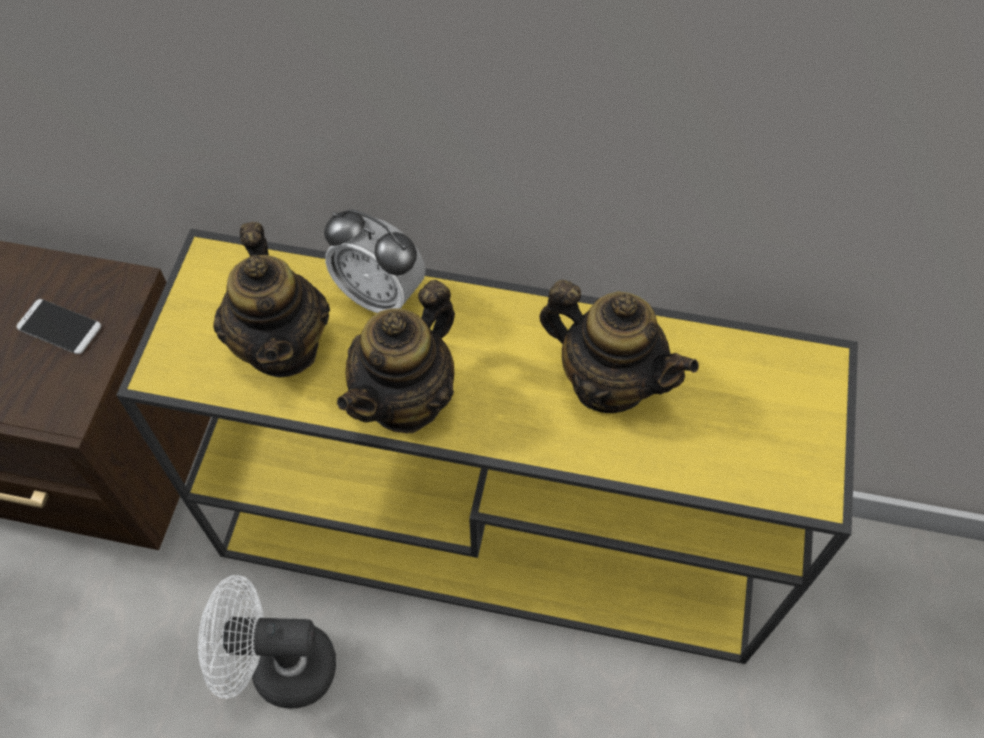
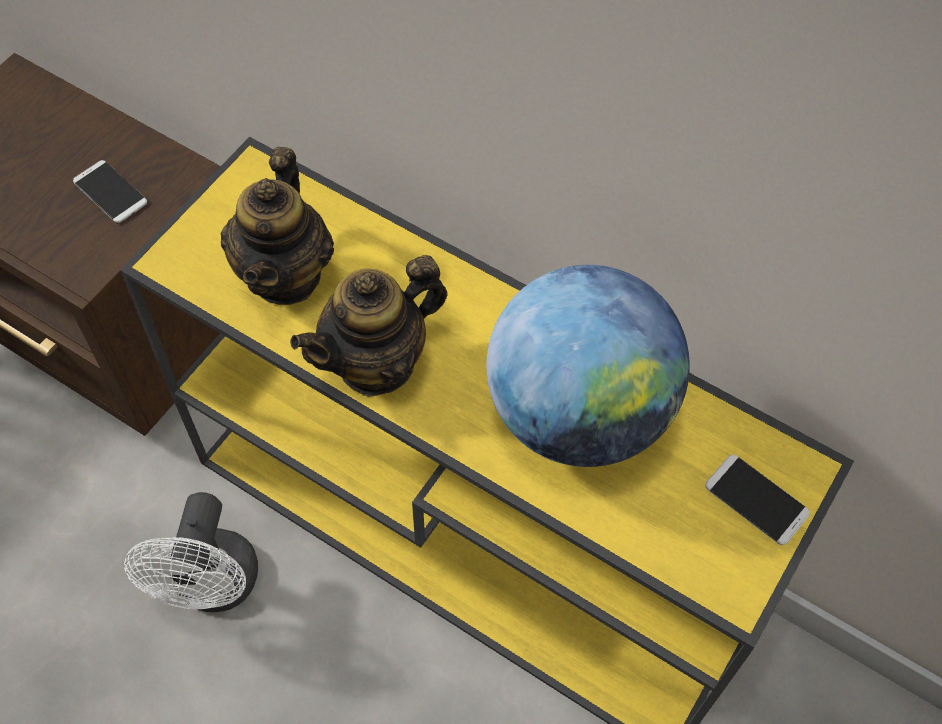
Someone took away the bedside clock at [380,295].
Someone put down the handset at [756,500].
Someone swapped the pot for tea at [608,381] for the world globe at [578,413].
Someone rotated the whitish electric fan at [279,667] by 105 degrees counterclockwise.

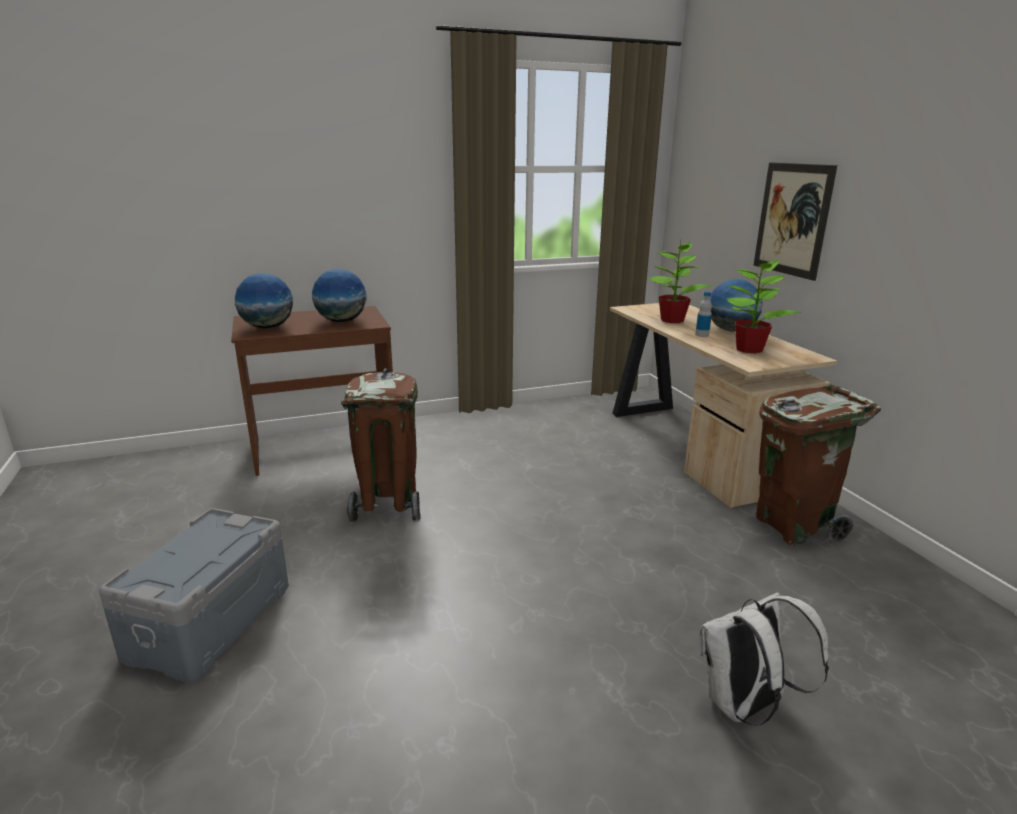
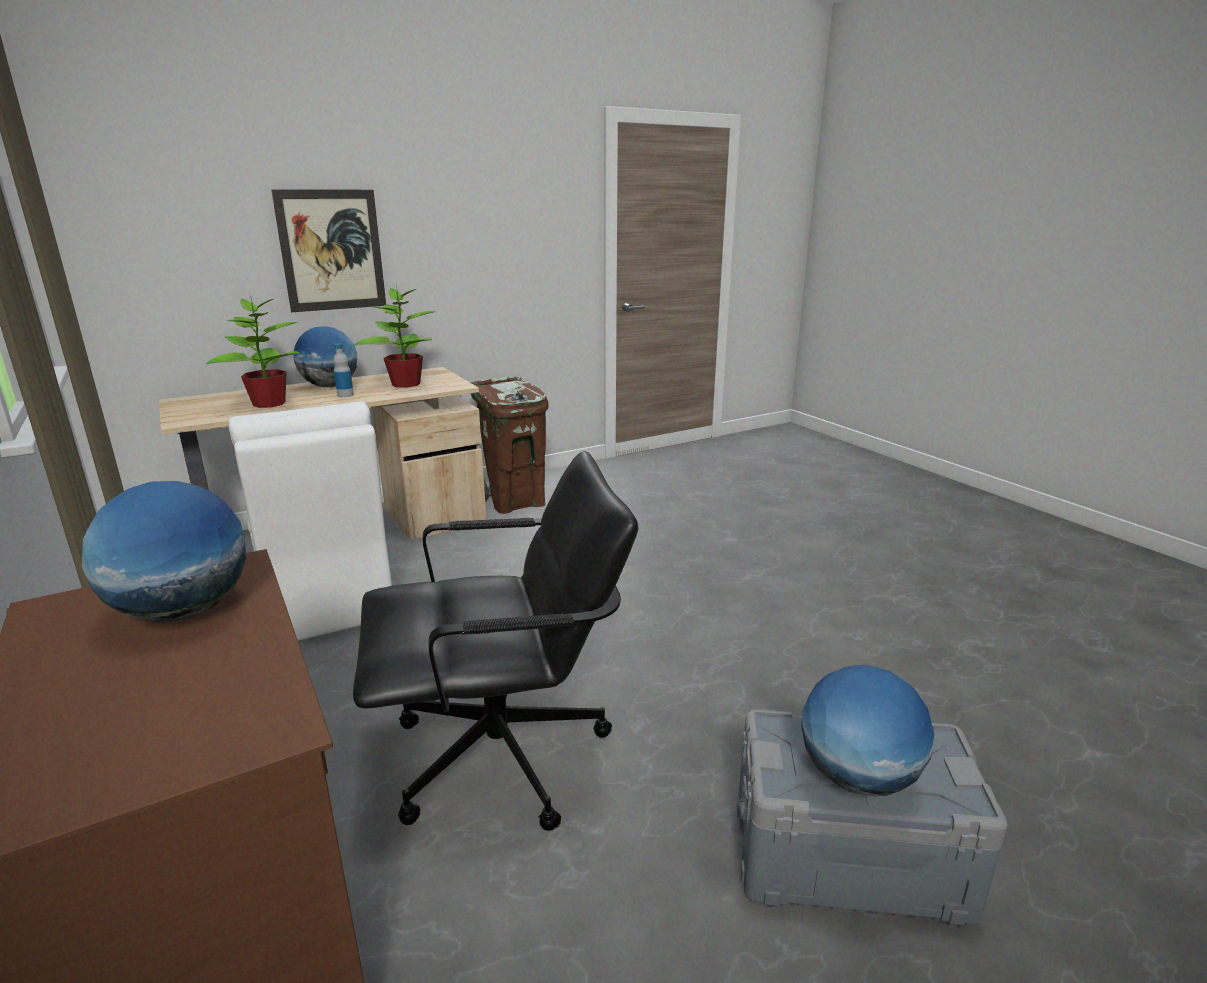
Someone took away the whitish knapsack at [745,706].
Someone put down the whitish upright chair at [327,601].
Someone carried the world globe from [268,327] to [857,777].
Someone swapped the brown trash can at [388,505] for the black computer chair at [503,756].

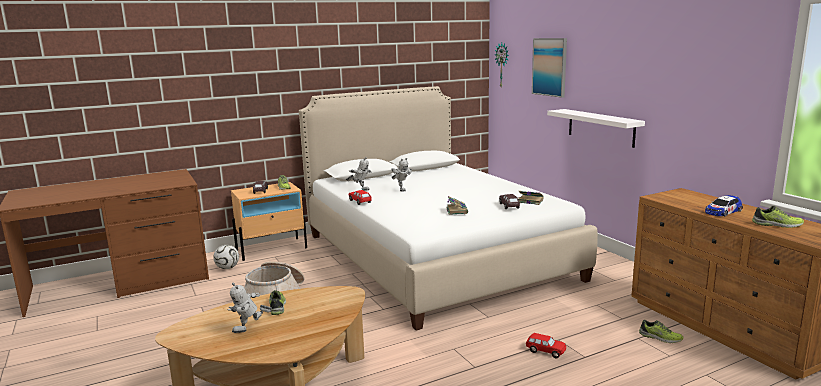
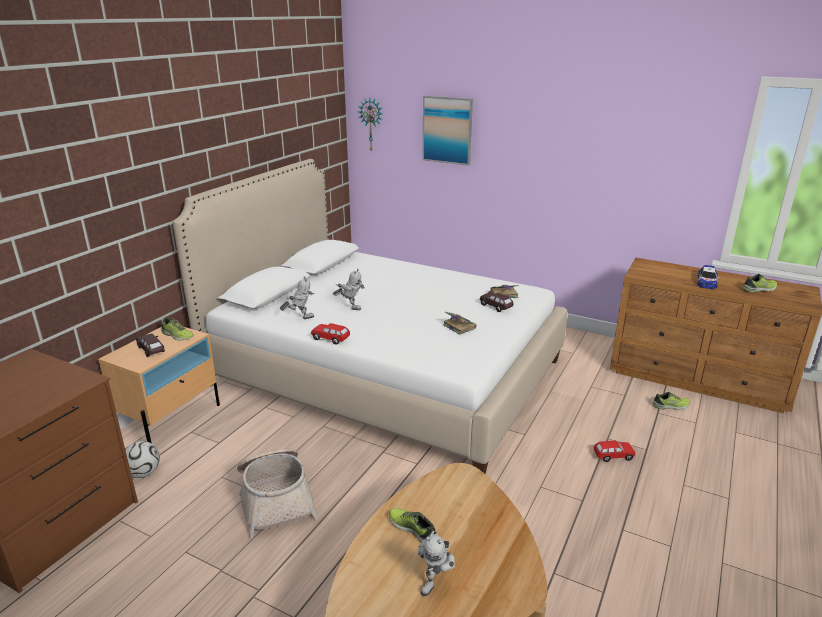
Someone took away the whitish wall shelf at [600,127].

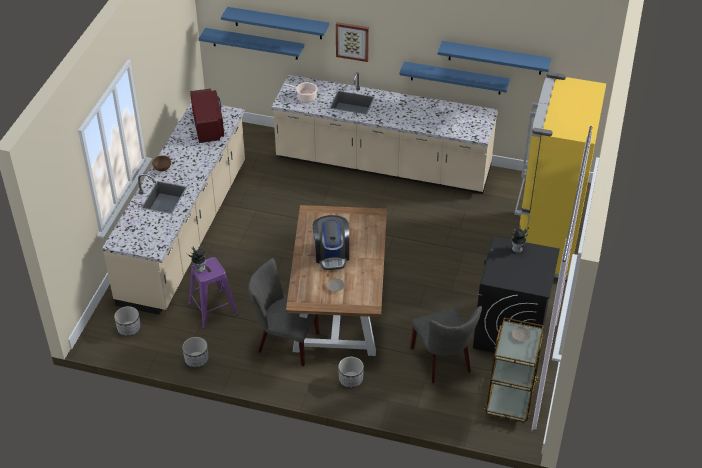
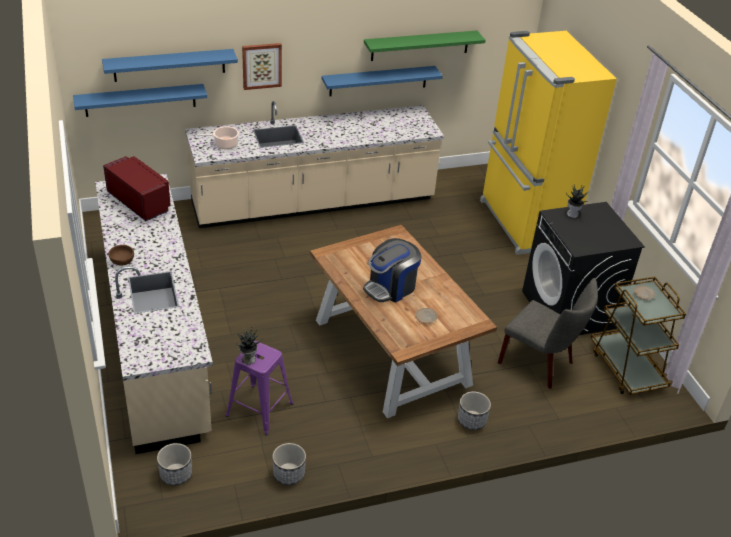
Someone took away the grey upright chair at [284,342].
Someone repainted the bluish wall shelf at [495,58], which became the green-coloured wall shelf at [420,45].
Someone rotated the coffee maker at [331,255] by 90 degrees clockwise.

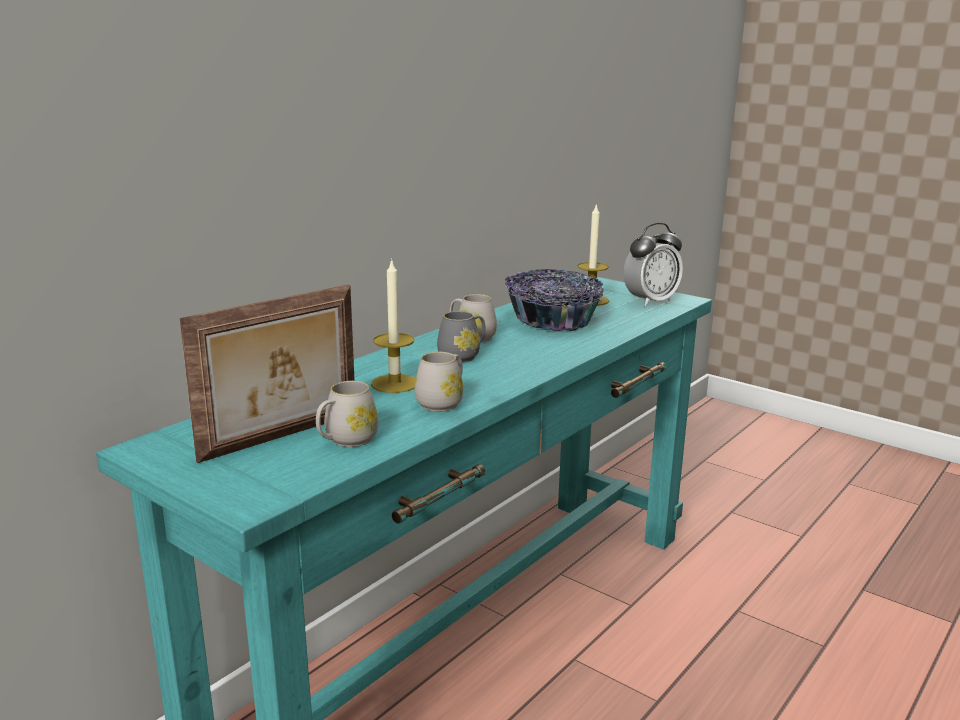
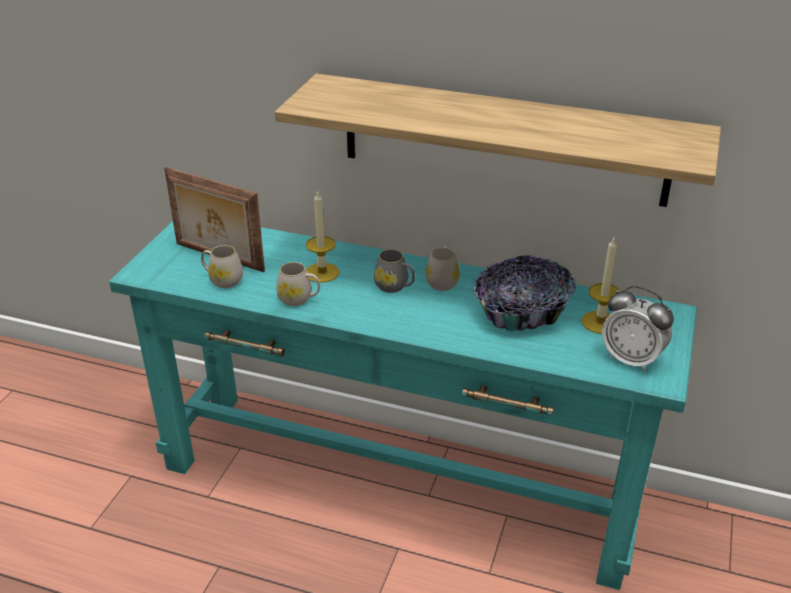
Someone put up the wall shelf at [503,140].

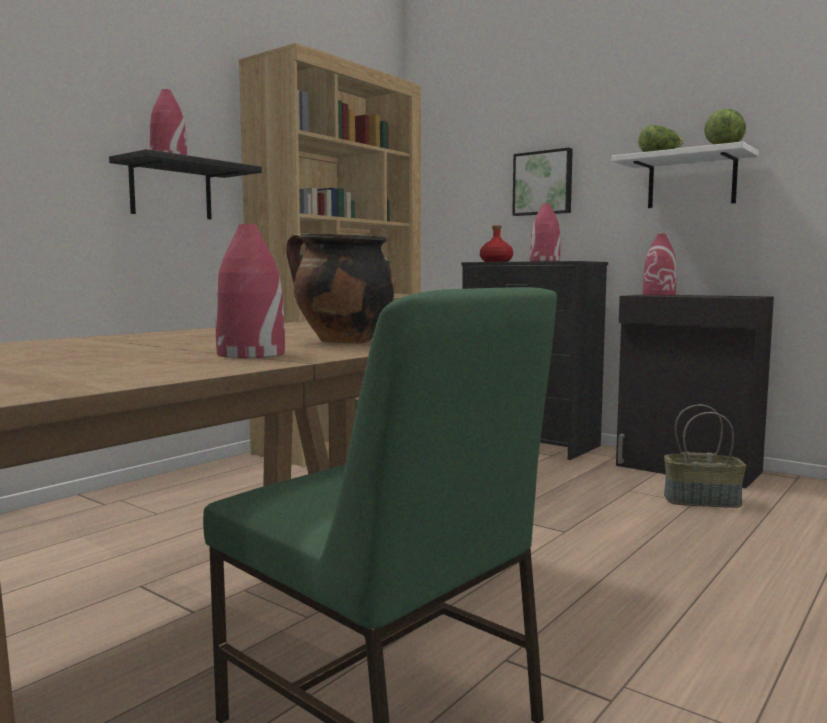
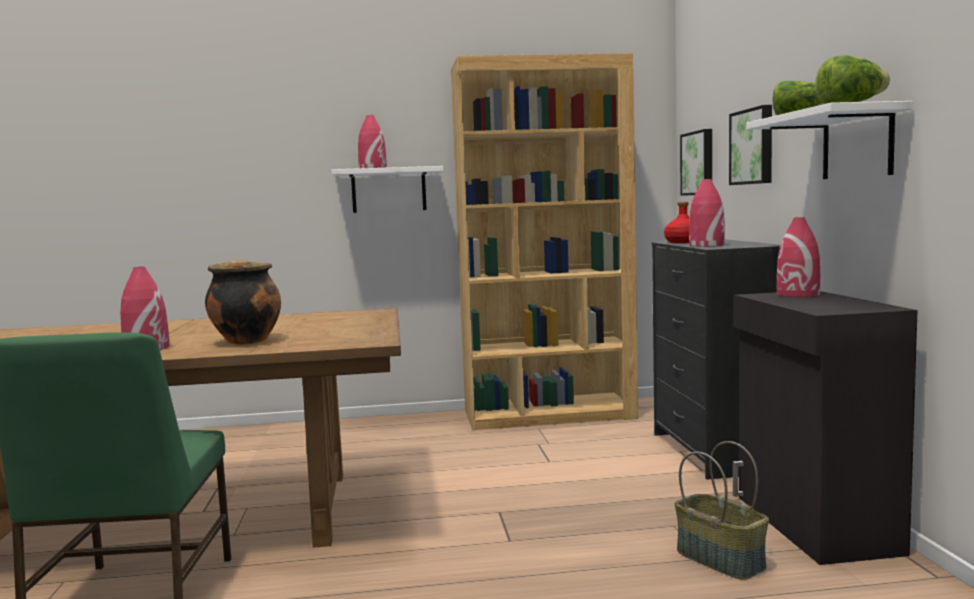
Someone put up the picture at [699,163].
Someone repainted the black wall shelf at [171,190], which became the whitish wall shelf at [389,190].

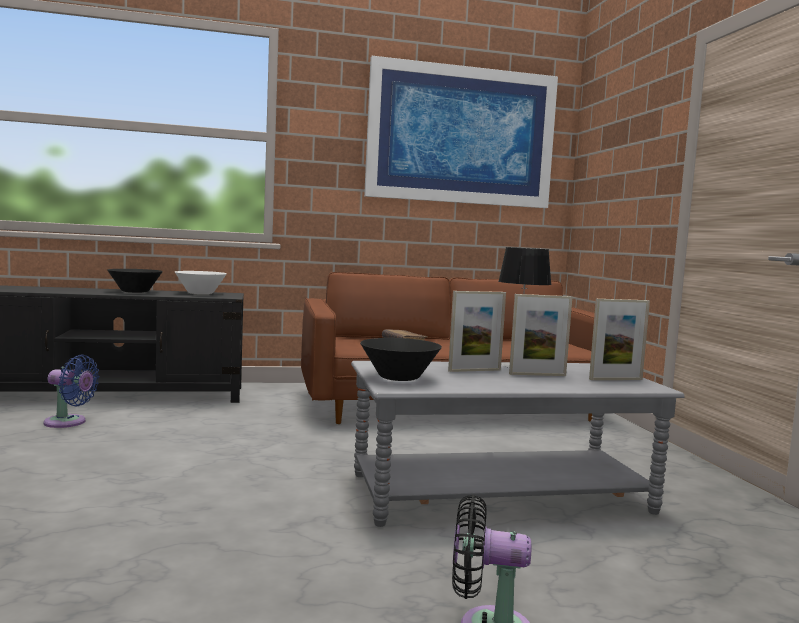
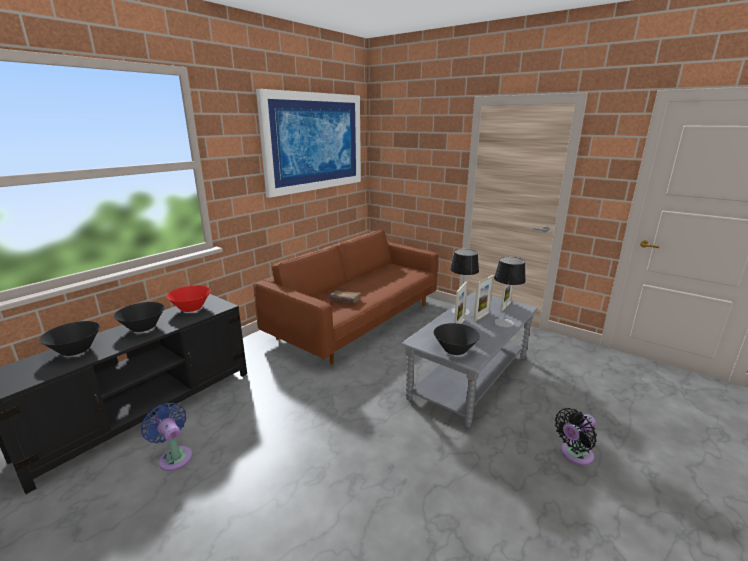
Someone put down the black serving bowl at [76,350].
Someone put down the lamp for a table at [504,322].
Someone repainted the whitish serving bowl at [200,293], which became the red-coloured serving bowl at [191,308].
Someone rotated the bluish electric fan at [68,422] by 105 degrees counterclockwise.

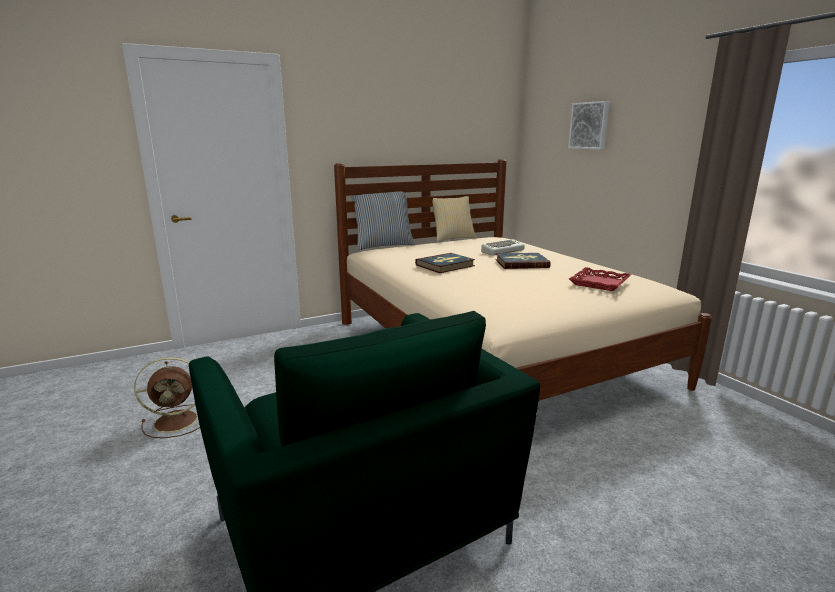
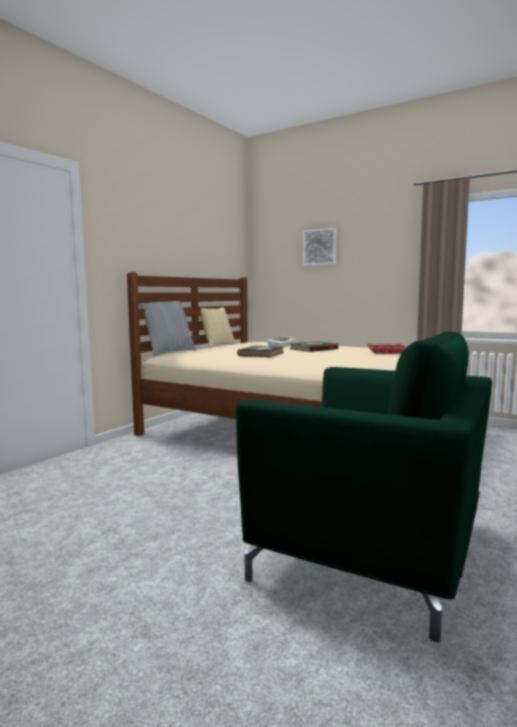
Someone took away the brown electric fan at [178,421].

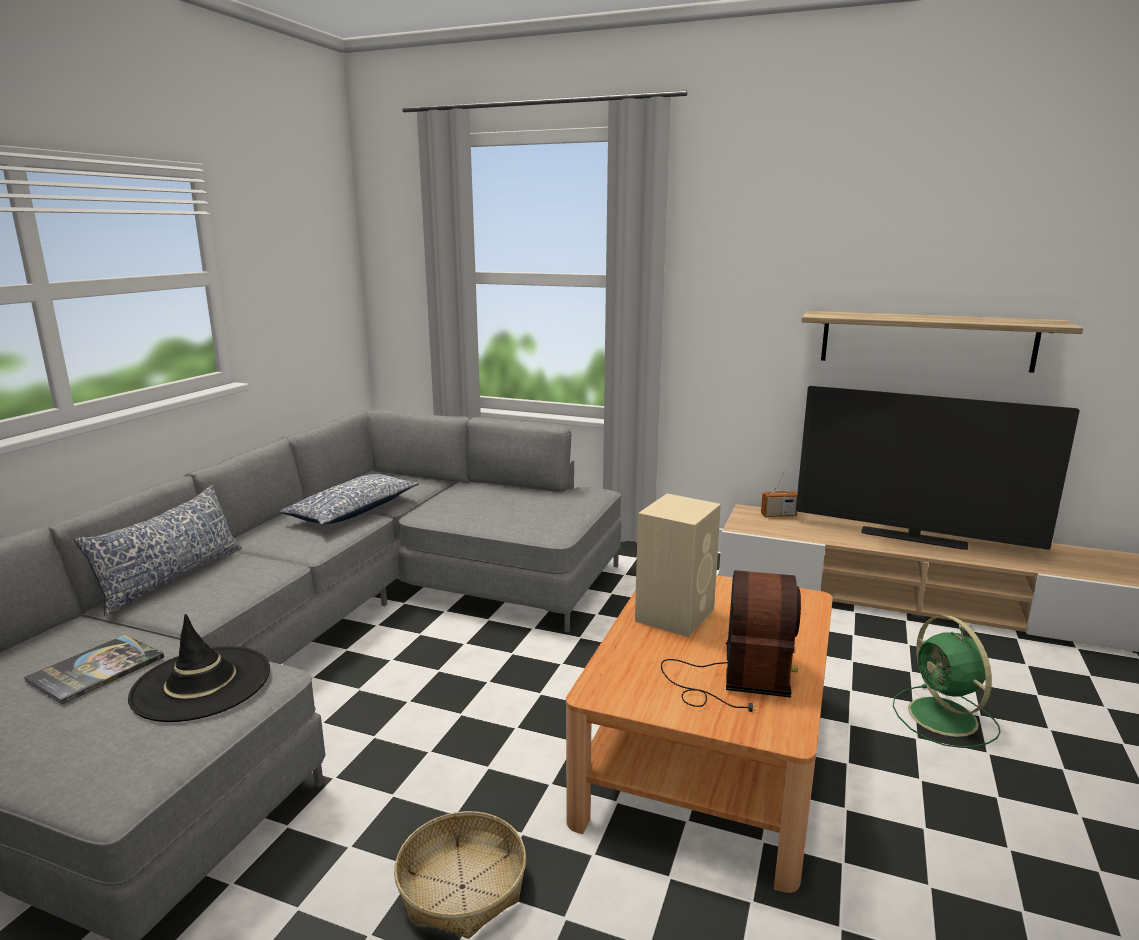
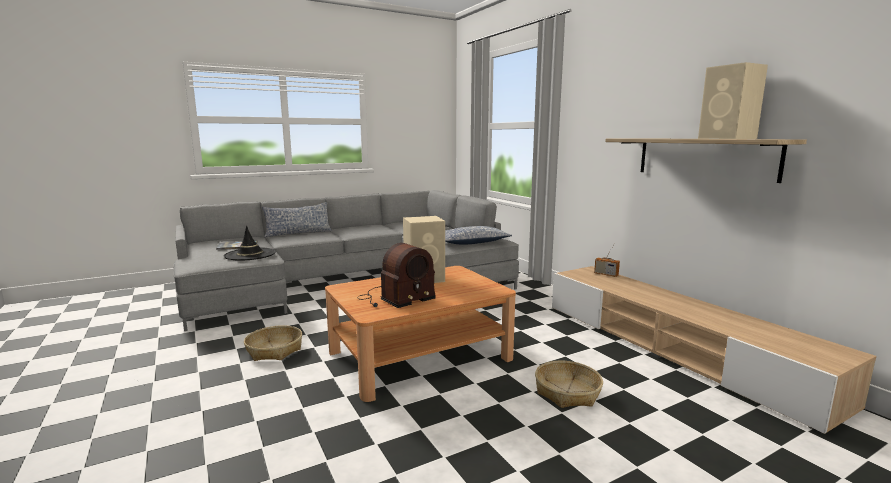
Someone took away the TV at [913,538].
Someone put down the beige loudspeaker at [728,138].
Someone carried the throw pillow from [352,511] to [471,243].
Someone swapped the green-coloured electric fan at [944,718] for the storage basket at [567,392].

